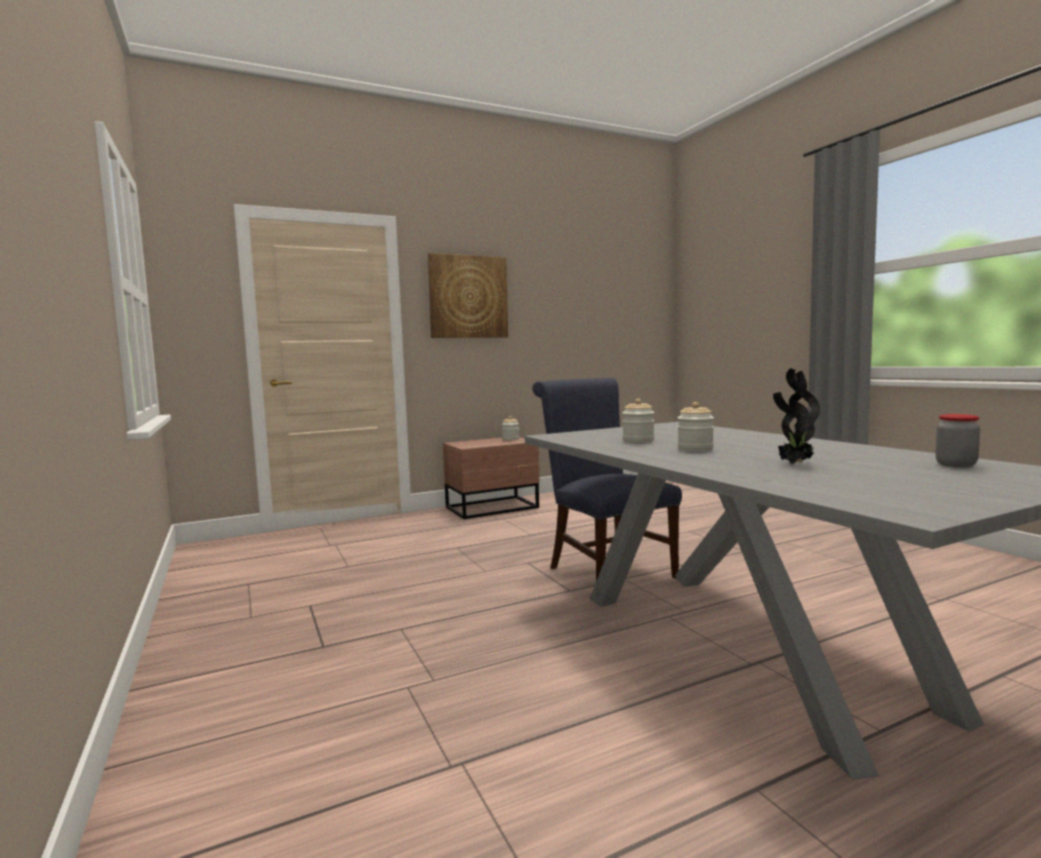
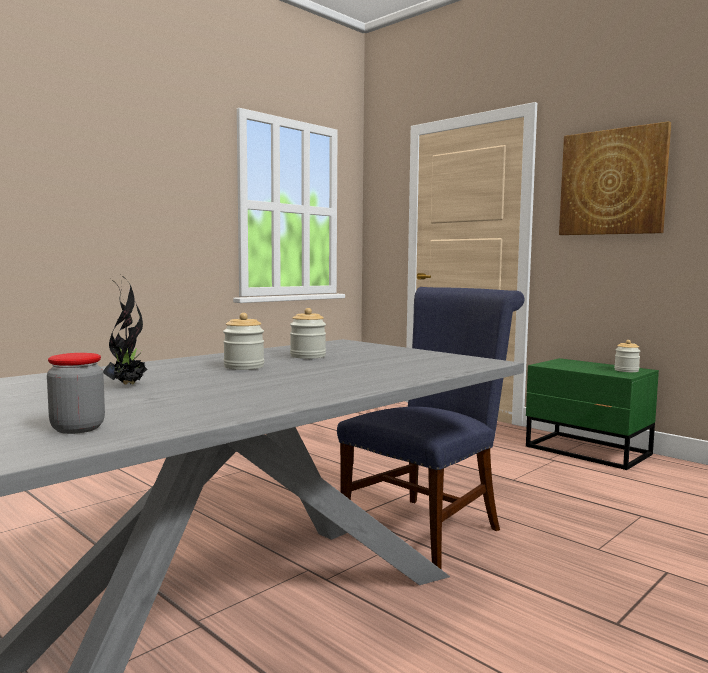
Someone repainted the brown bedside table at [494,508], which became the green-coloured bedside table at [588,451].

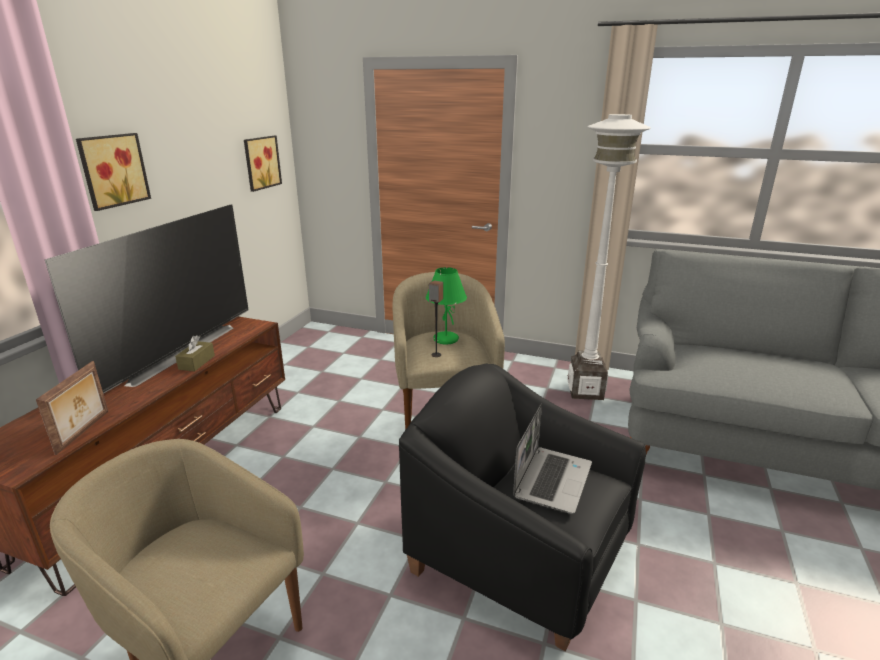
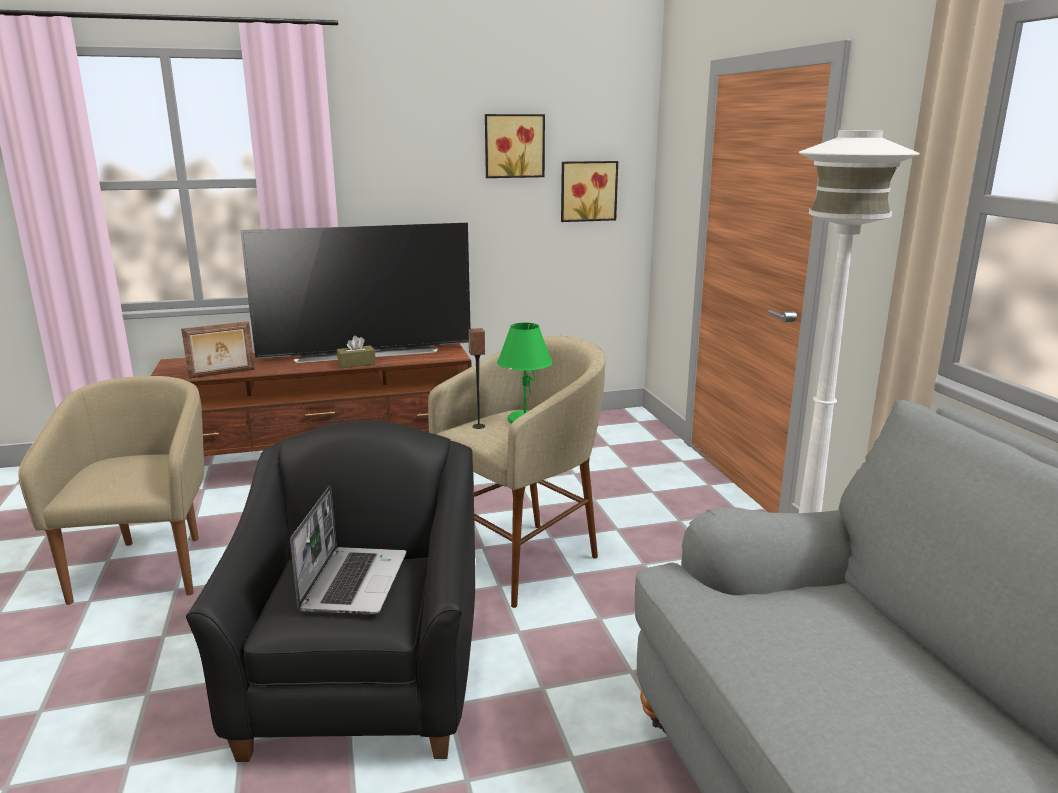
Someone carried the picture from [112,170] to [514,146].
Someone rotated the laptop at [552,479] by 75 degrees counterclockwise.

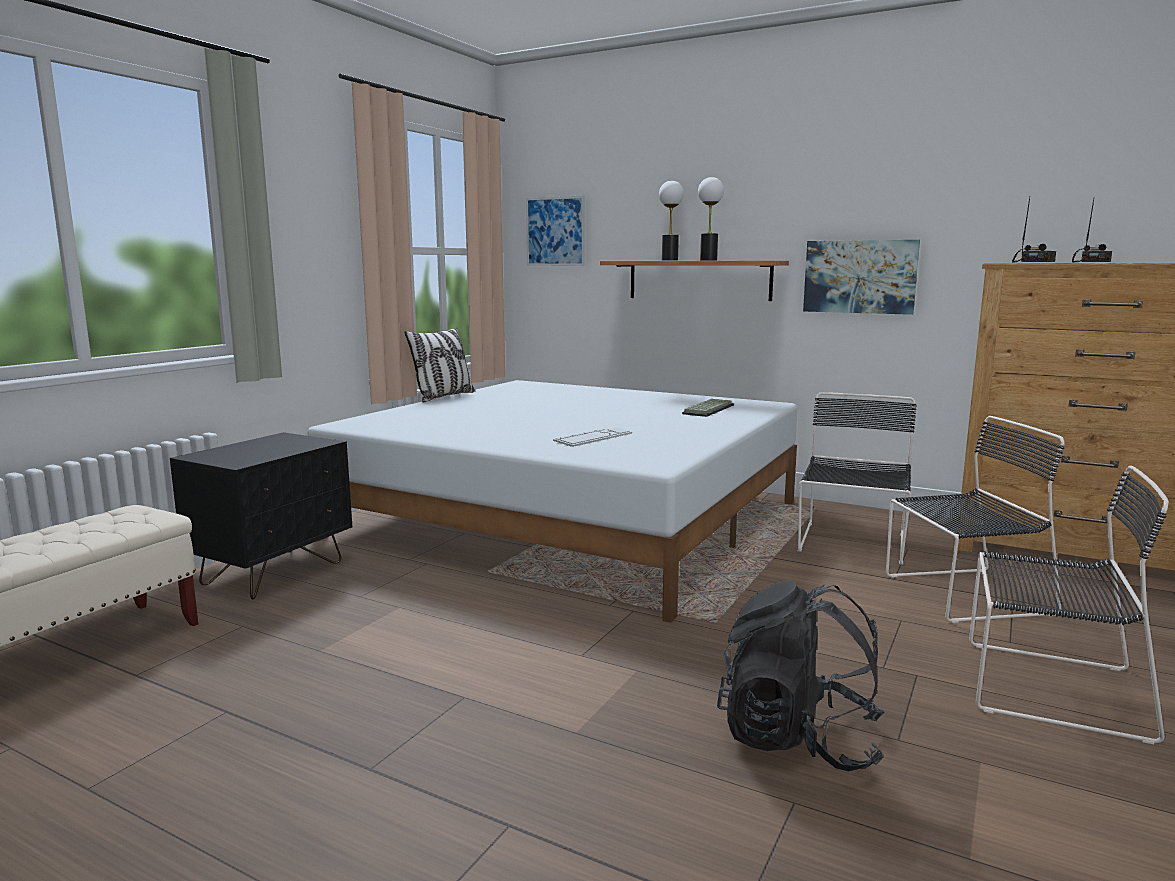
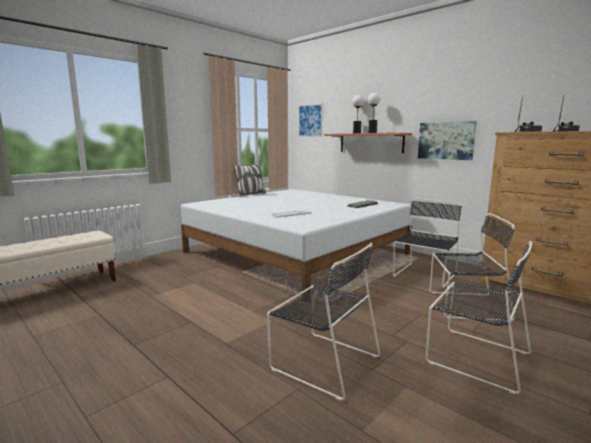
Someone took away the black bedside table at [273,573].
Someone swapped the black knapsack at [798,739] for the black upright chair at [322,361].

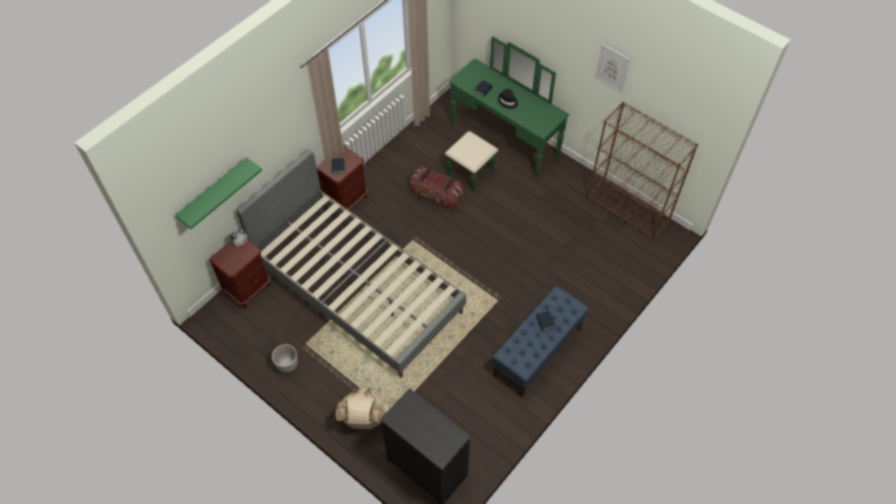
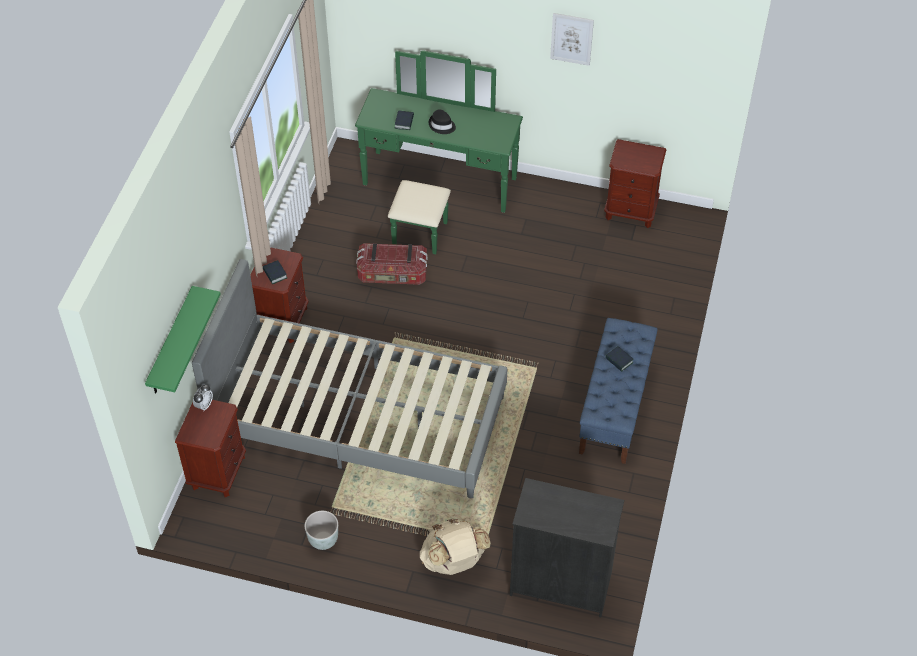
Someone swapped the brown bookshelf at [628,210] for the brown bedside table at [631,211].

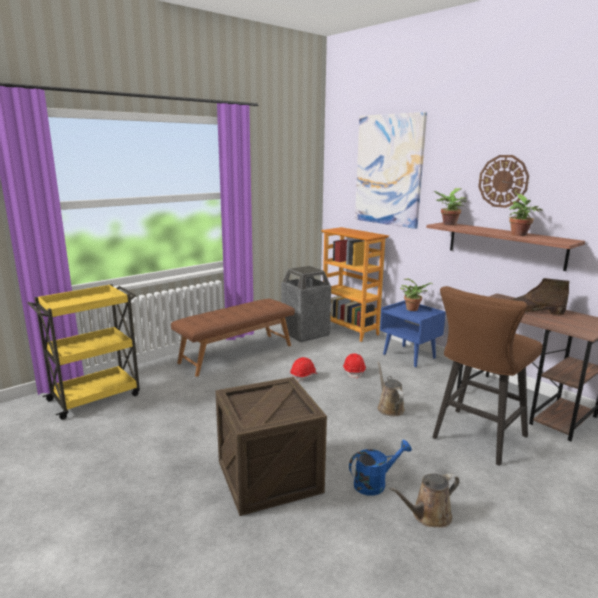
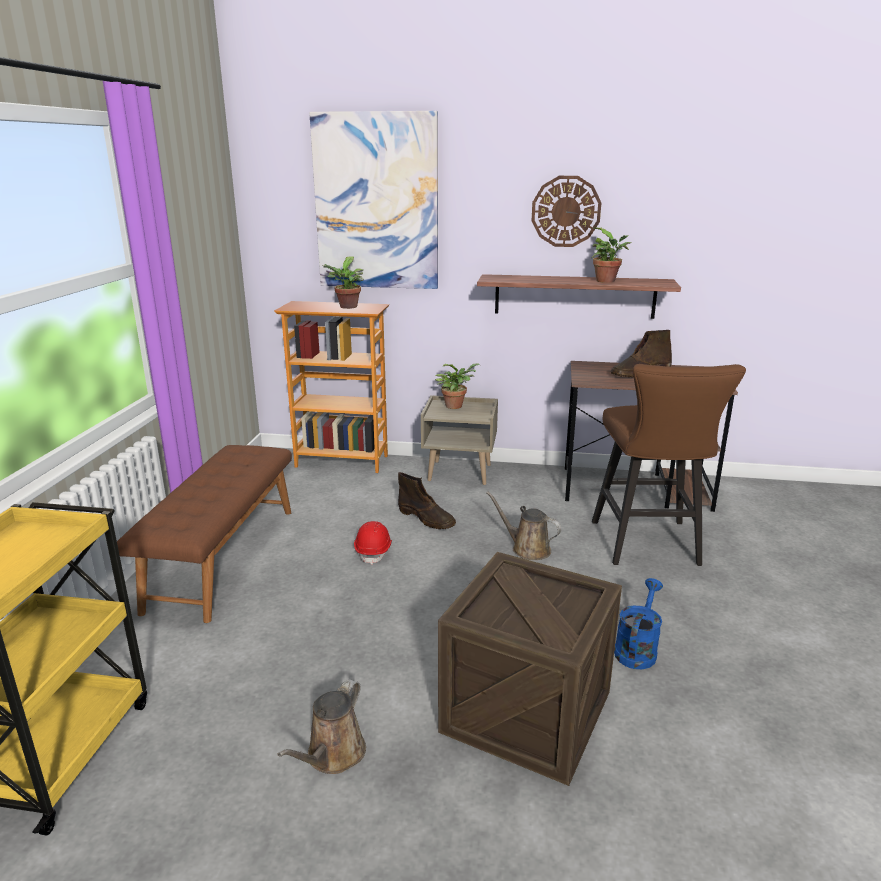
Someone took away the trash can at [305,333].
Someone carried the brown watering can from [428,516] to [333,756].
Someone carried the plant in a pot from [448,224] to [347,307].
Someone swapped the red-coloured safety helmet at [354,372] for the brown boot at [427,519].
Someone repainted the bluish bedside table at [410,356], which became the beige bedside table at [460,472].

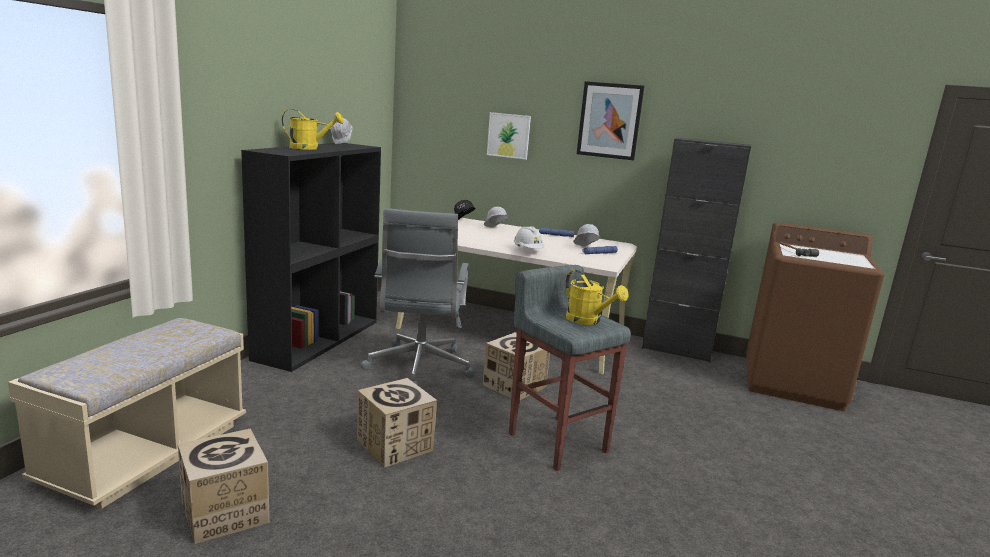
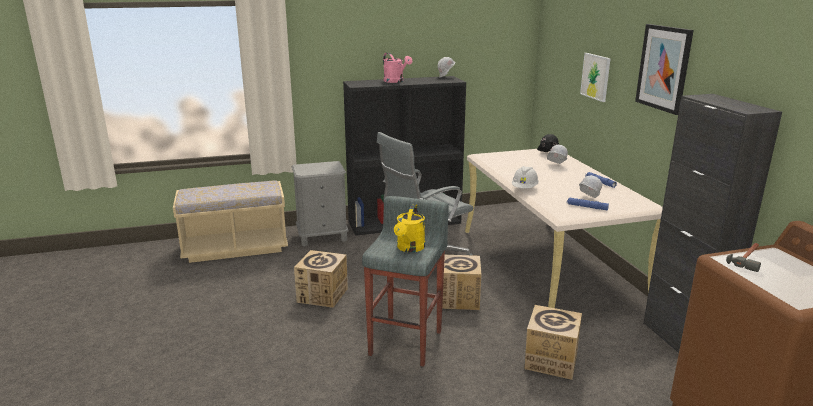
Someone put down the grey bedside table at [322,237].
Someone carried the carton from [225,513] to [551,360].
Someone repainted the yellow-coloured watering can at [309,148], which became the pink-coloured watering can at [396,81].

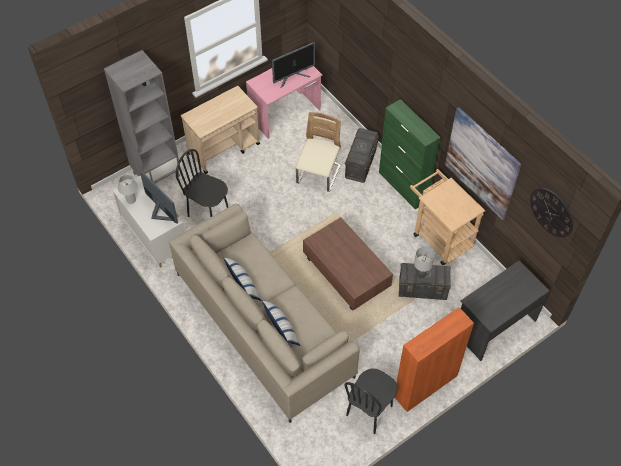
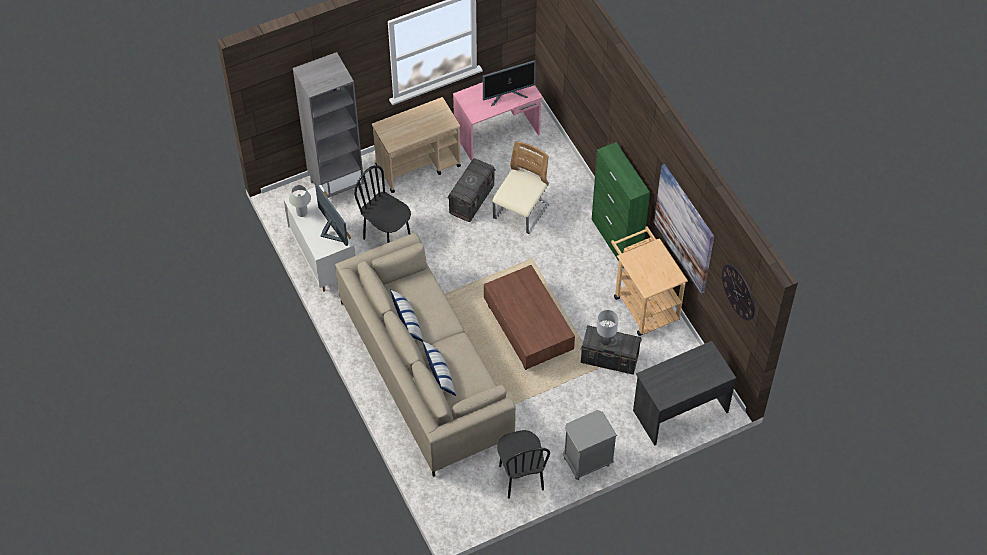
Someone carried the grey storage box from [361,164] to [472,200].
Someone swapped the orange-coloured storage cabinet at [425,386] for the grey bedside table at [587,462].
Someone rotated the black upright chair at [369,411] by 60 degrees counterclockwise.

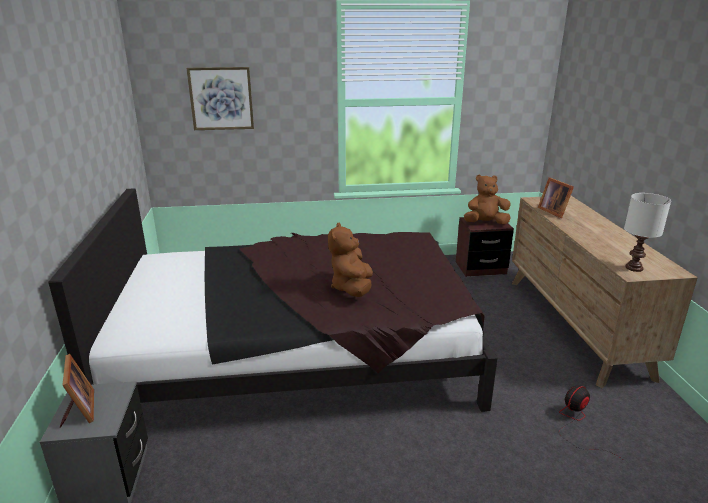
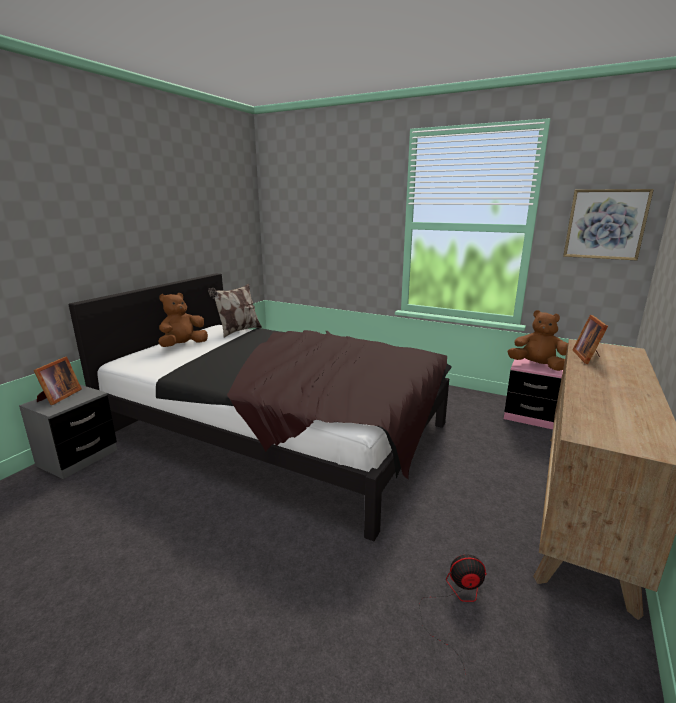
Someone took away the whitish lamp for a table at [634,268].
Someone put down the throw pillow at [238,331].
Someone carried the picture from [221,98] to [605,224].
Someone carried the brown plush toy from [352,288] to [183,345].
Someone repainted the brown bedside table at [480,268], which became the pink-coloured bedside table at [530,416].

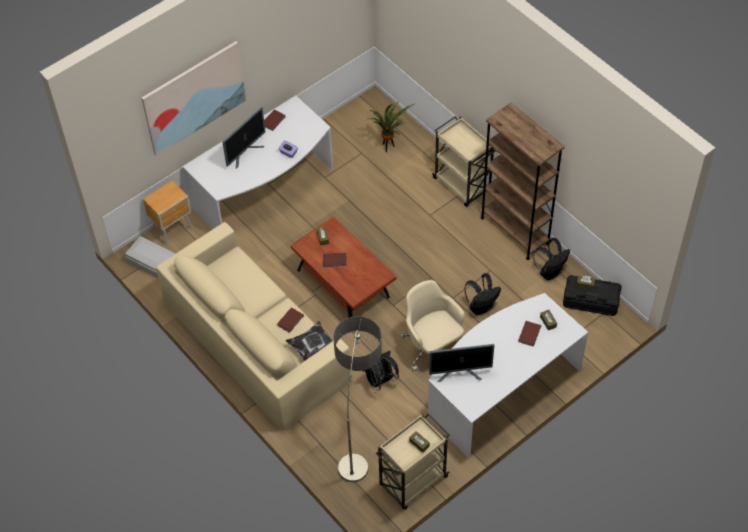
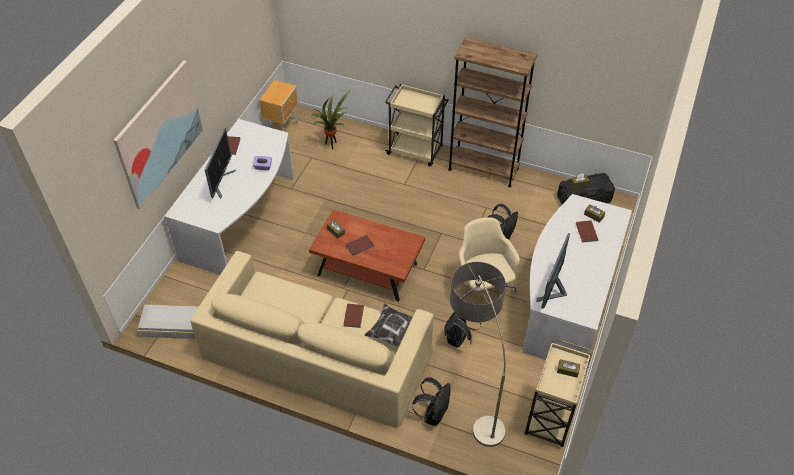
Someone carried the brown bedside table from [173,229] to [283,129].
Someone carried the black knapsack from [550,271] to [433,414].
Someone rotated the beige computer chair at [432,347] by 45 degrees clockwise.
Someone rotated the computer screen at [460,372] by 150 degrees clockwise.

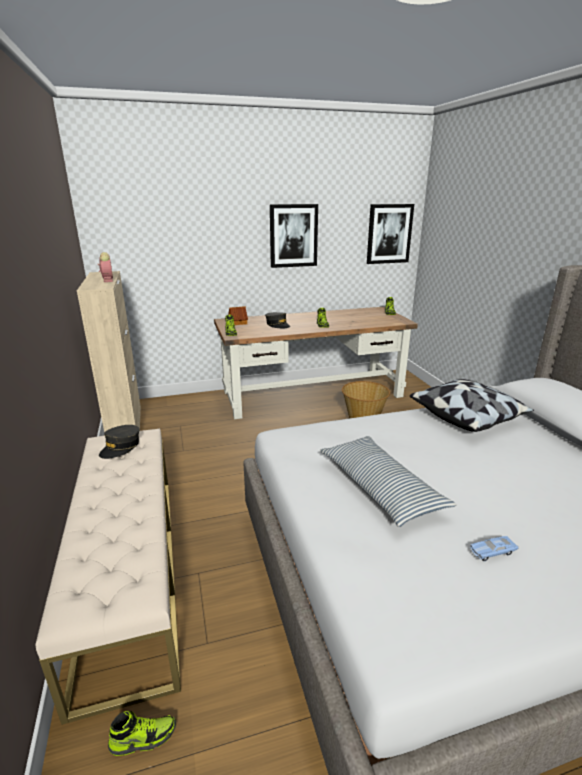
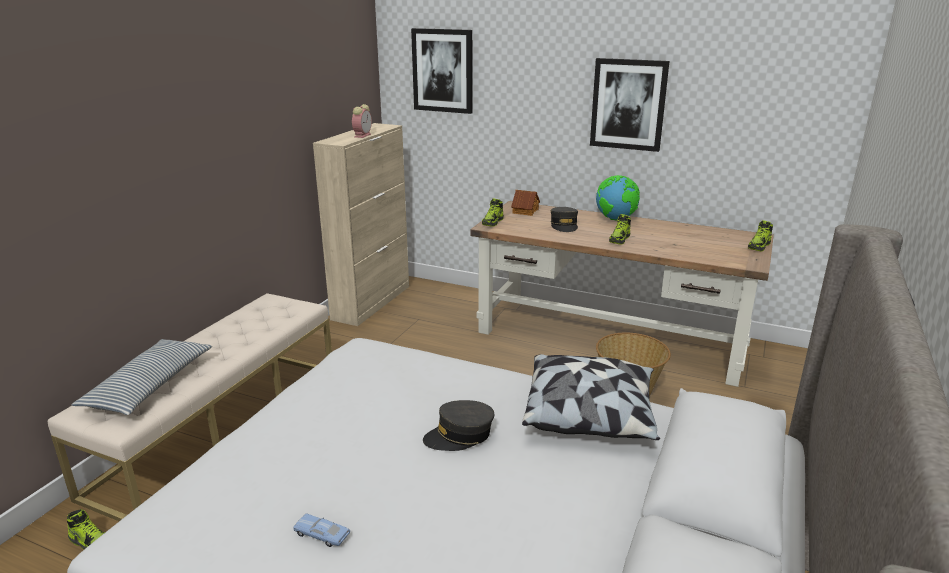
Someone put down the world globe at [616,219].
Someone carried the grey cap from [121,447] to [460,436].
Someone carried the throw pillow from [380,488] to [150,386].
Someone carried the picture from [389,234] to [443,70].

